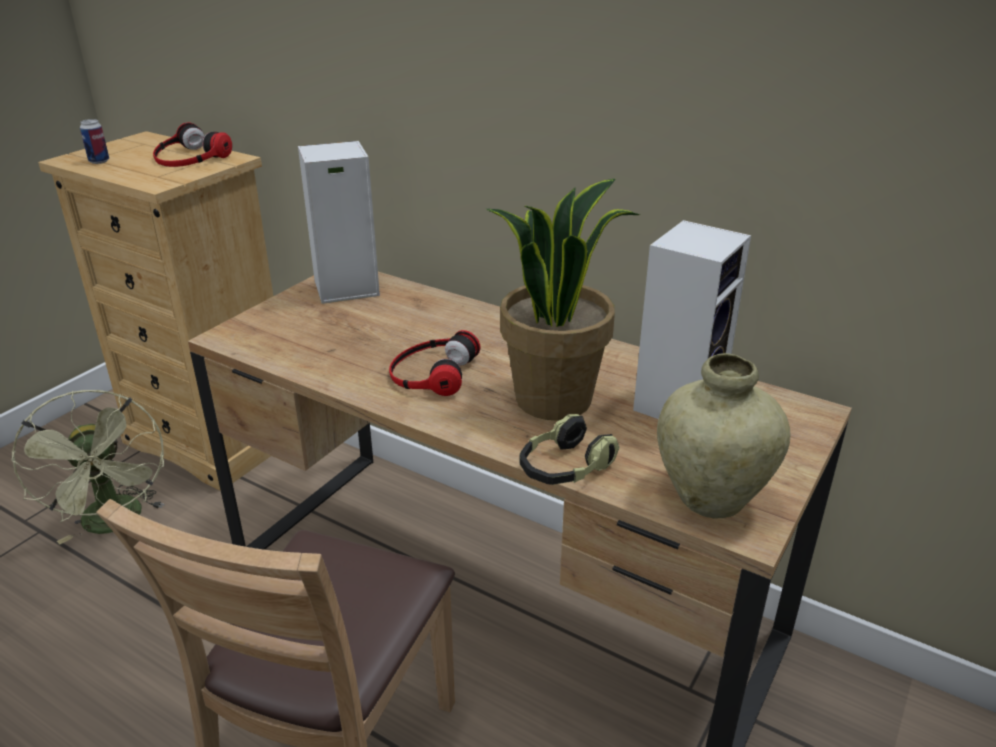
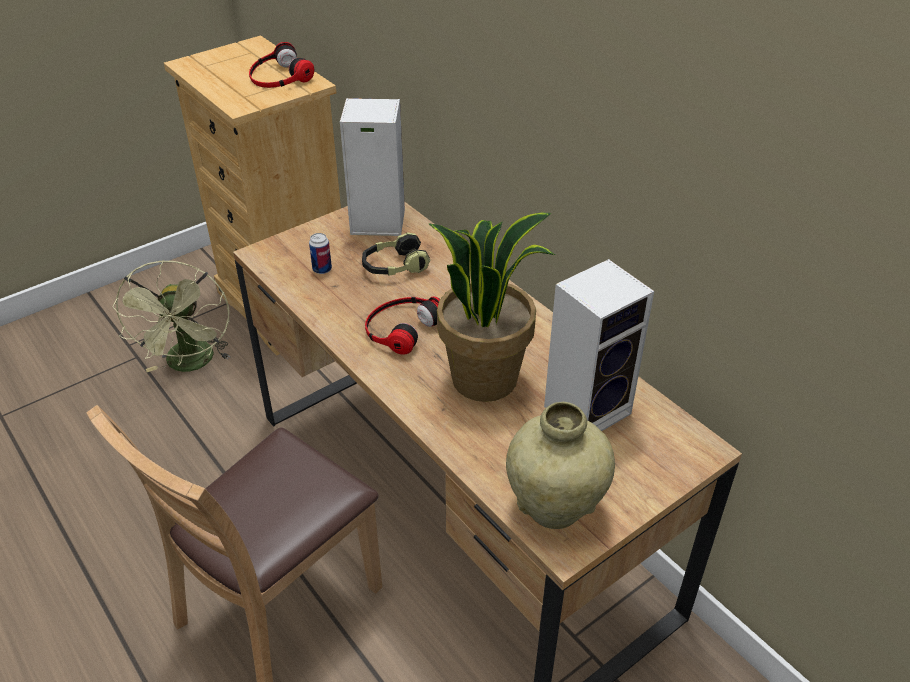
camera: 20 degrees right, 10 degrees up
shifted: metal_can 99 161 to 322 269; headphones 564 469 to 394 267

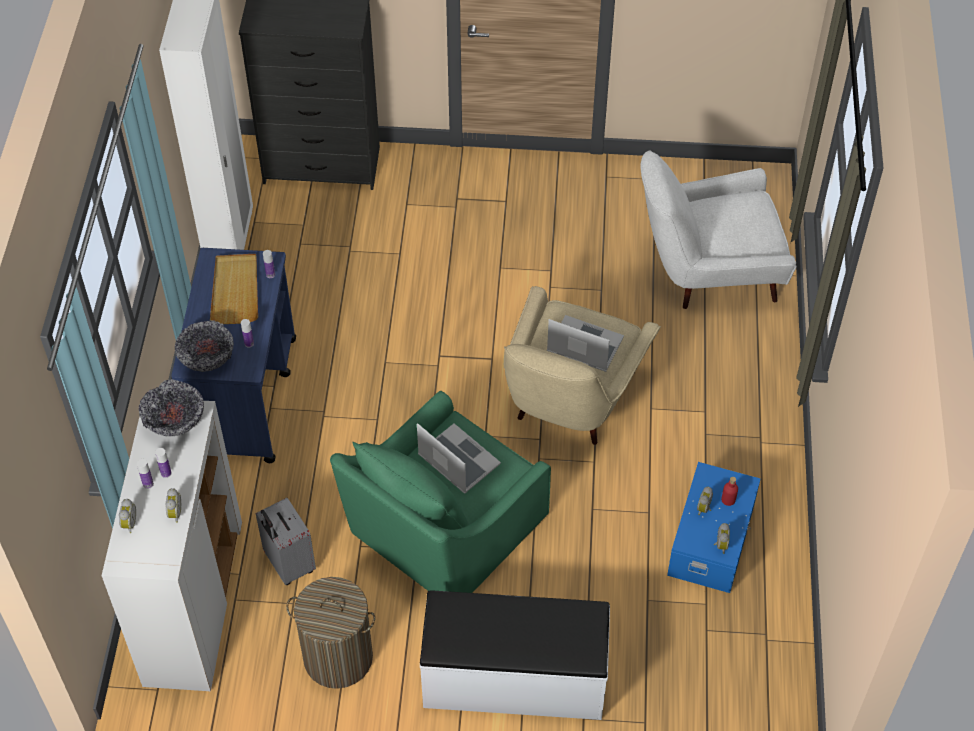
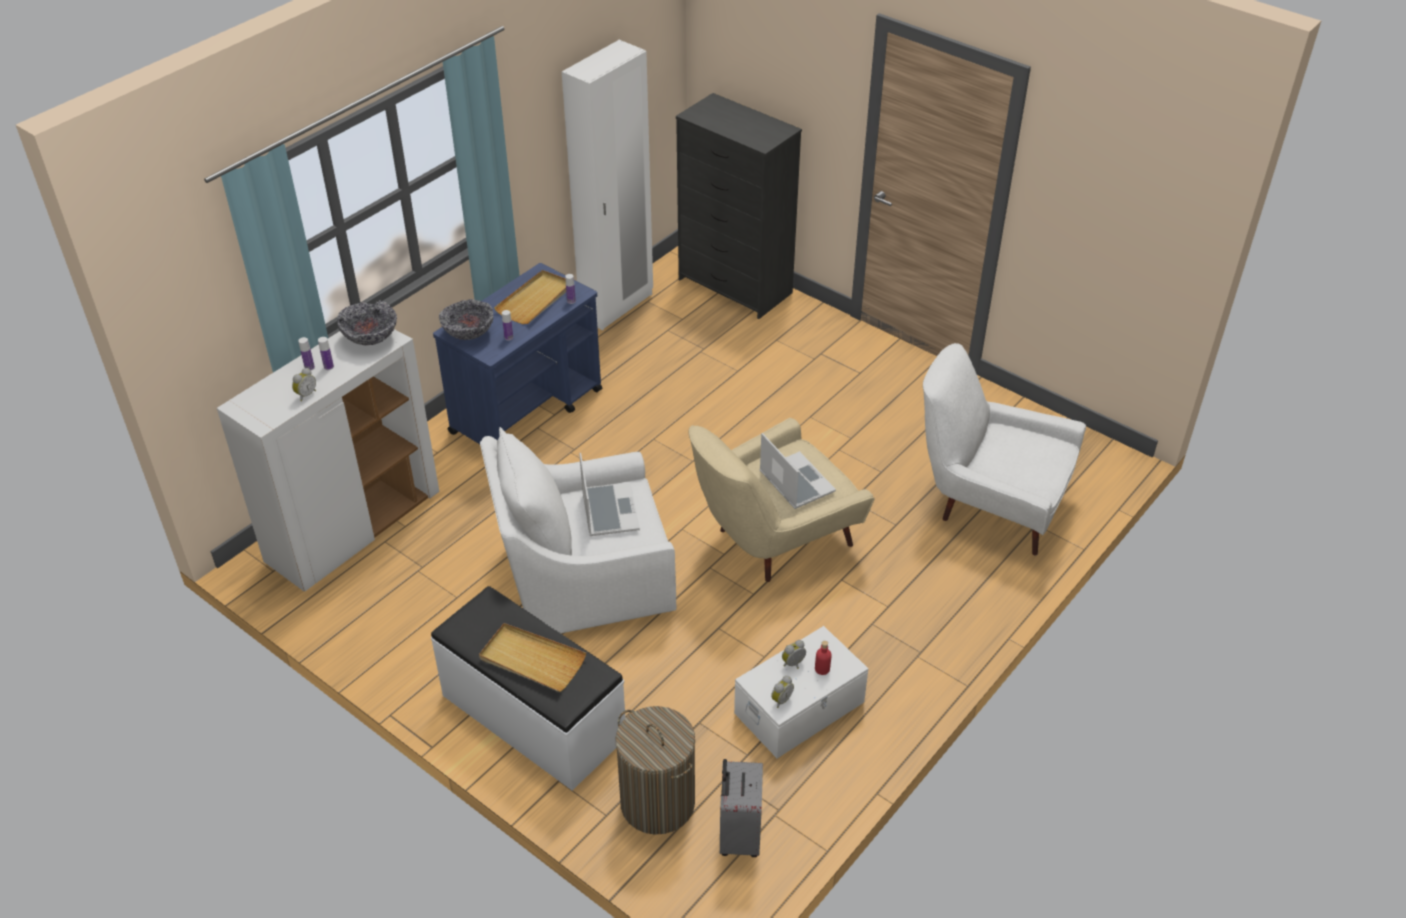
camera: 35 degrees right, 10 degrees down
gone: table_clock 128 523
new: sand-coloured_tray 532 660
shifted: laundry_basket 338 657 to 657 803; greyish_suitcase 288 564 to 738 836
repainted: green_armchair 442 530 to whitish_armchair 582 578; bluish_storage_box 712 540 to whitish_storage_box 800 708

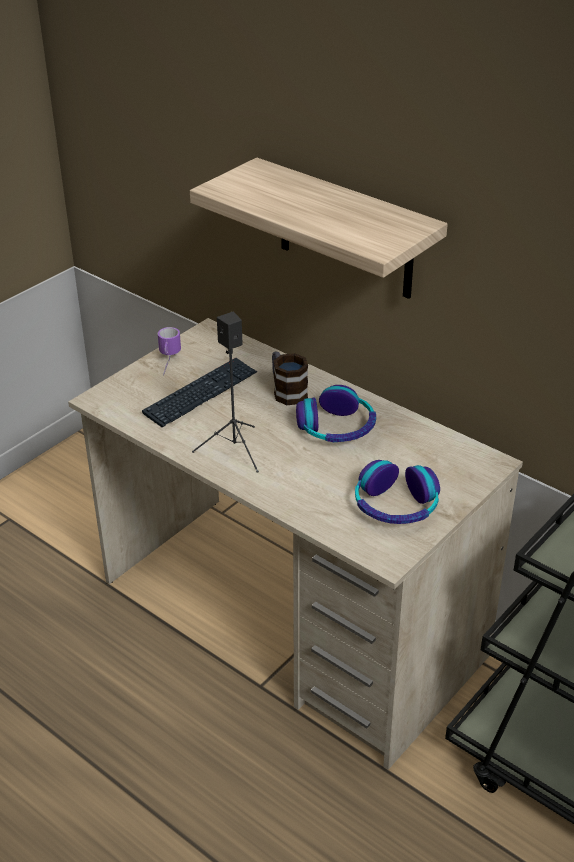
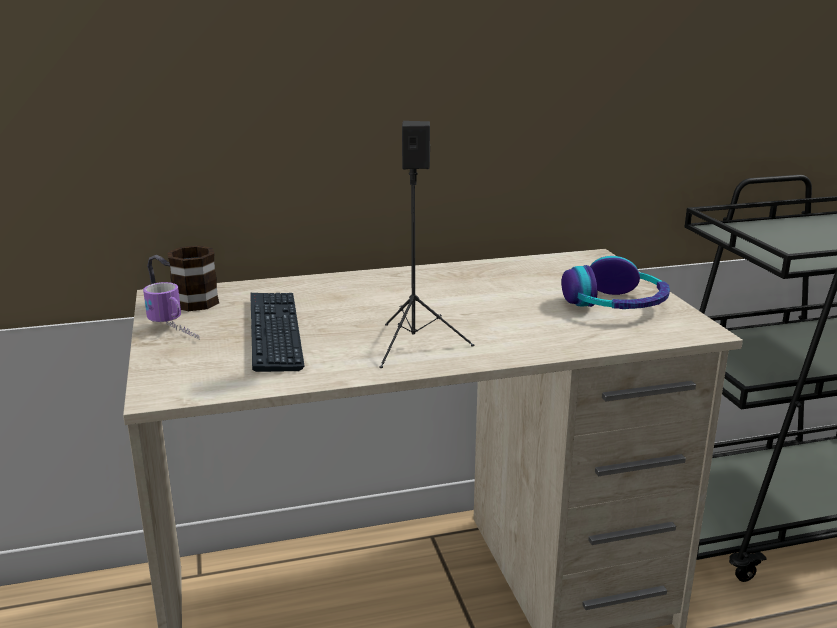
camera: 55 degrees left, 15 degrees down
gone: bracket_shelf 345 230; headphones 336 428
shifted: coffee_mug 286 391 to 185 302

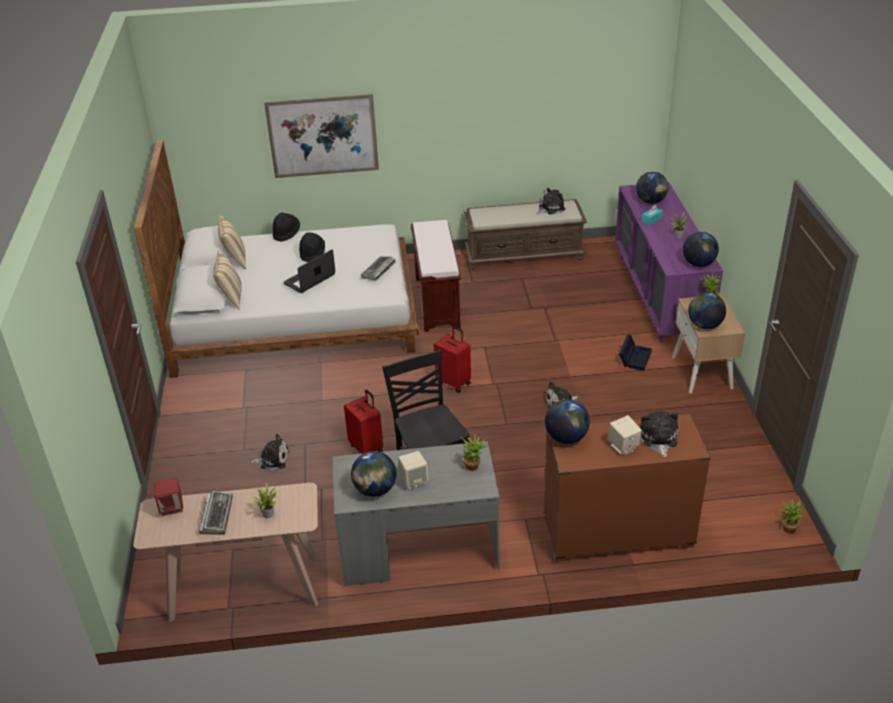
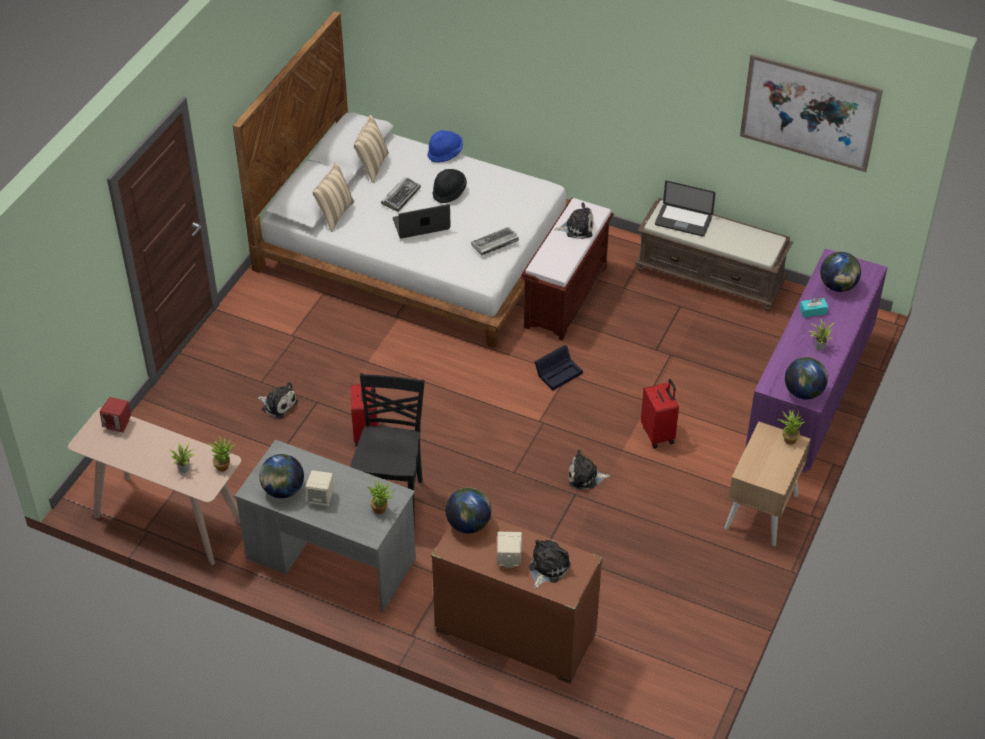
camera: 30 degrees right, 10 degrees up
gone: desk_globe 704 325
new: laptop 683 221
shifted: houseplant 788 527 to 224 465; PC_keyboard 216 515 to 401 196; black-coloured_storage_box 634 357 to 559 372; cuddly_toy 550 208 to 577 228; reddish_suitcase 454 382 to 658 434; wall_art 323 136 to 809 112
repainted: black-coloured_wearable_hat 286 234 to bluish_wearable_hat 445 153

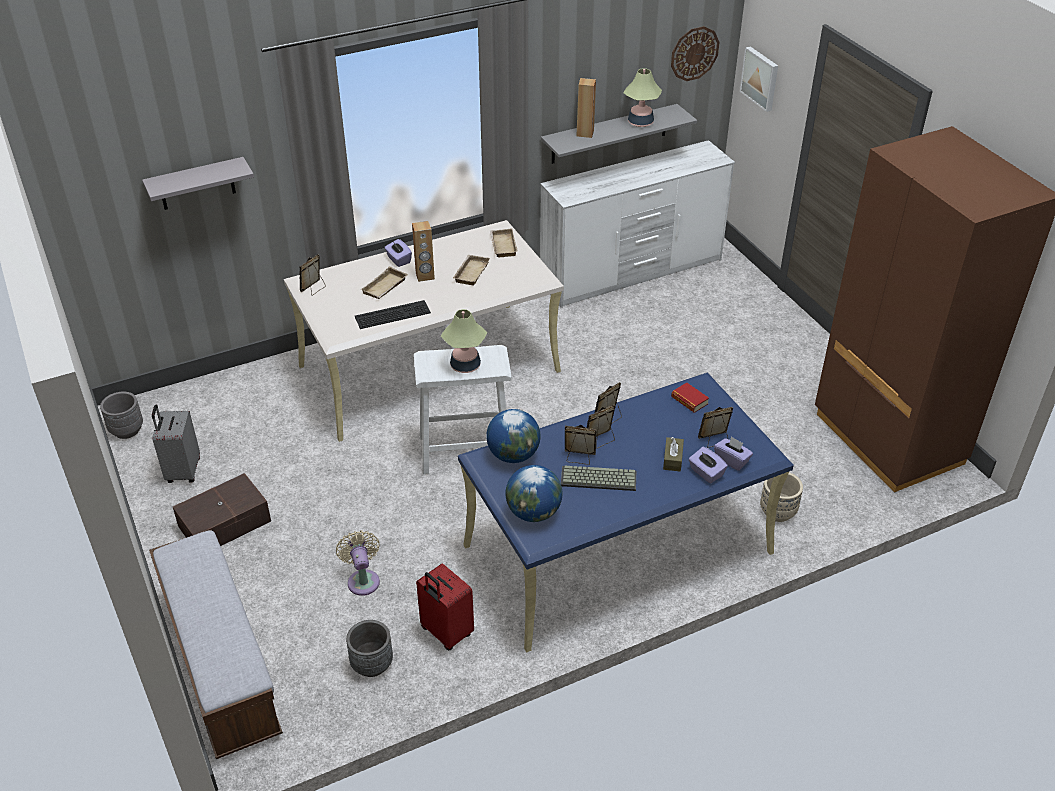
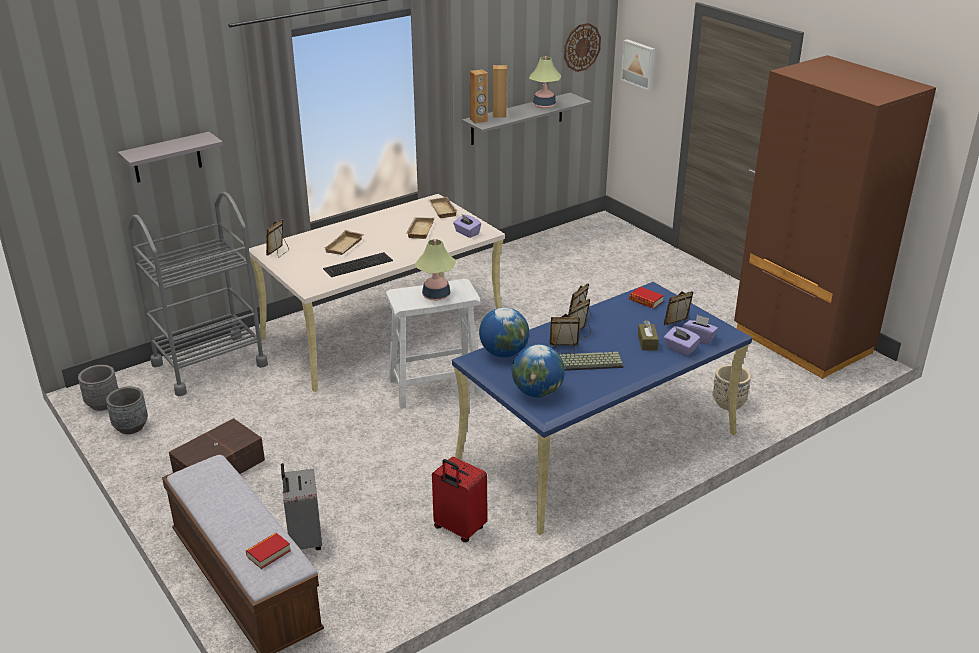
camera: 10 degrees left, 10 degrees down
gone: sand-coloured_fan 363 579; whitish_chest_of_drawers 632 272
new: greyish_cart 209 364; bound_book 268 553
shifted: greyish_plant_pot 372 664 to 131 427; greyish_suitcase 182 471 to 304 540; purple-coloured_box_of_tissues 398 260 to 467 233; brown_loudspeaker 425 276 to 479 120

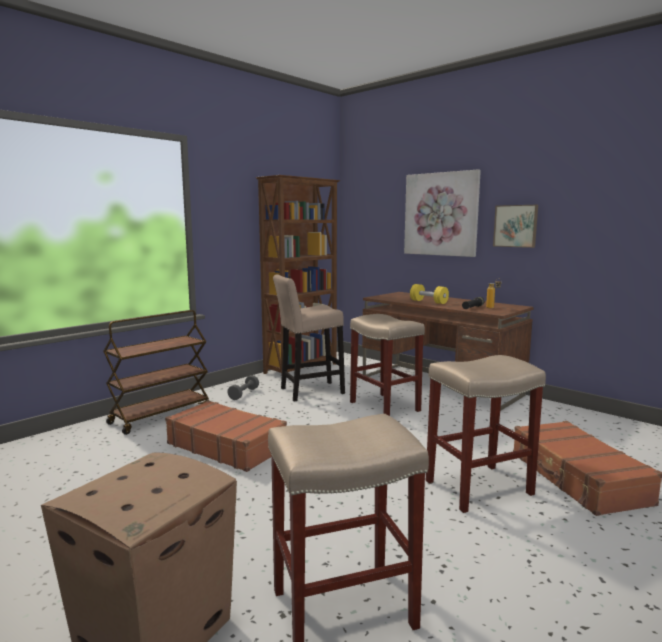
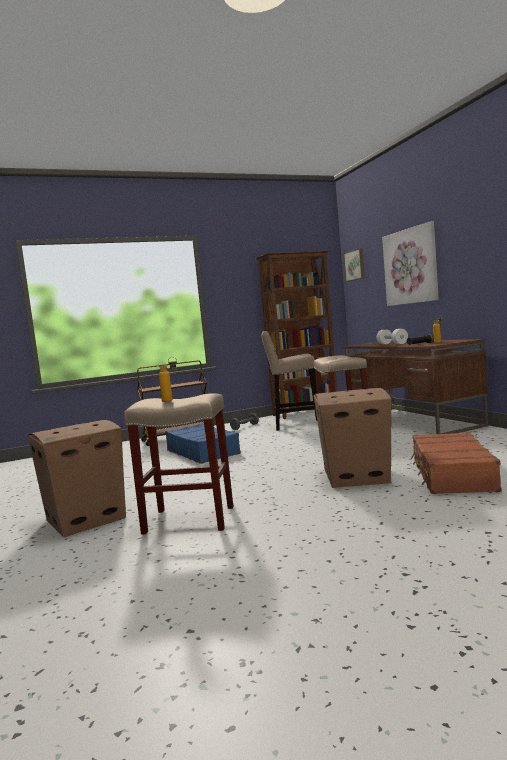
camera: 25 degrees right, 5 degrees down
new: bottle 171 400
shifted: wall_art 516 226 to 355 265
swapped: sand-coloured_sitting_stool 478 488 to cardboard_box 355 477
repainted: brown_suitcase 227 446 to bluish_suitcase 203 452; yellow_hand_weight 428 302 to whitish_hand_weight 392 344

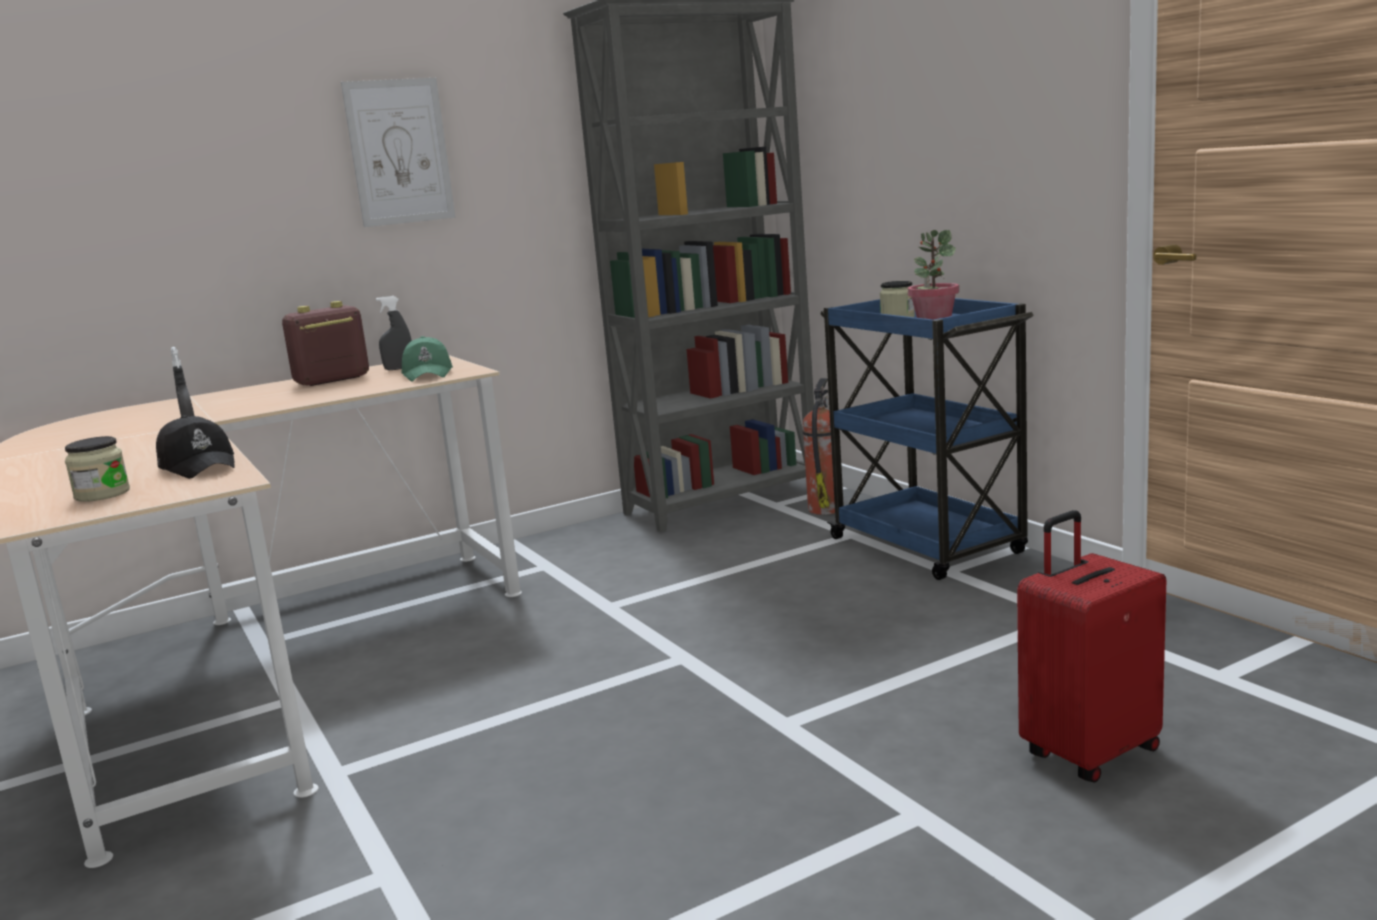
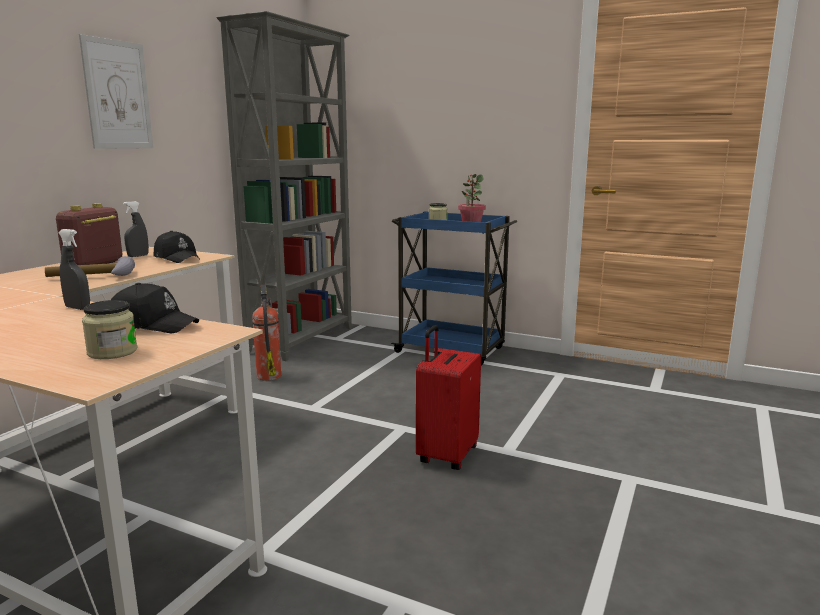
camera: 35 degrees left, 0 degrees up
new: hand_hammer 91 277
shifted: fire_extinguisher 825 508 to 269 375; reddish_suitcase 1088 752 to 446 455
repainted: green_cap 428 374 to black-coloured_cap 177 258

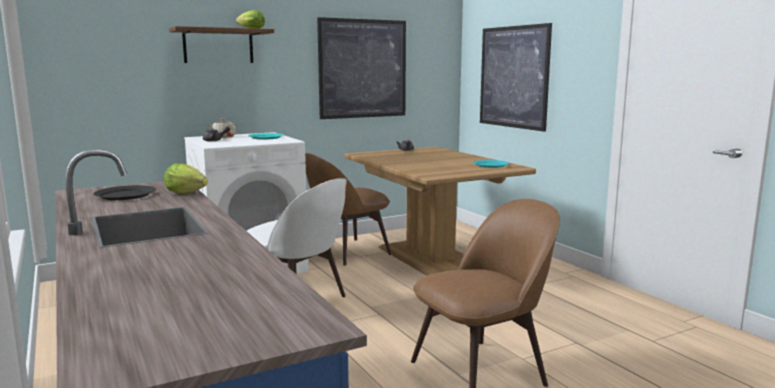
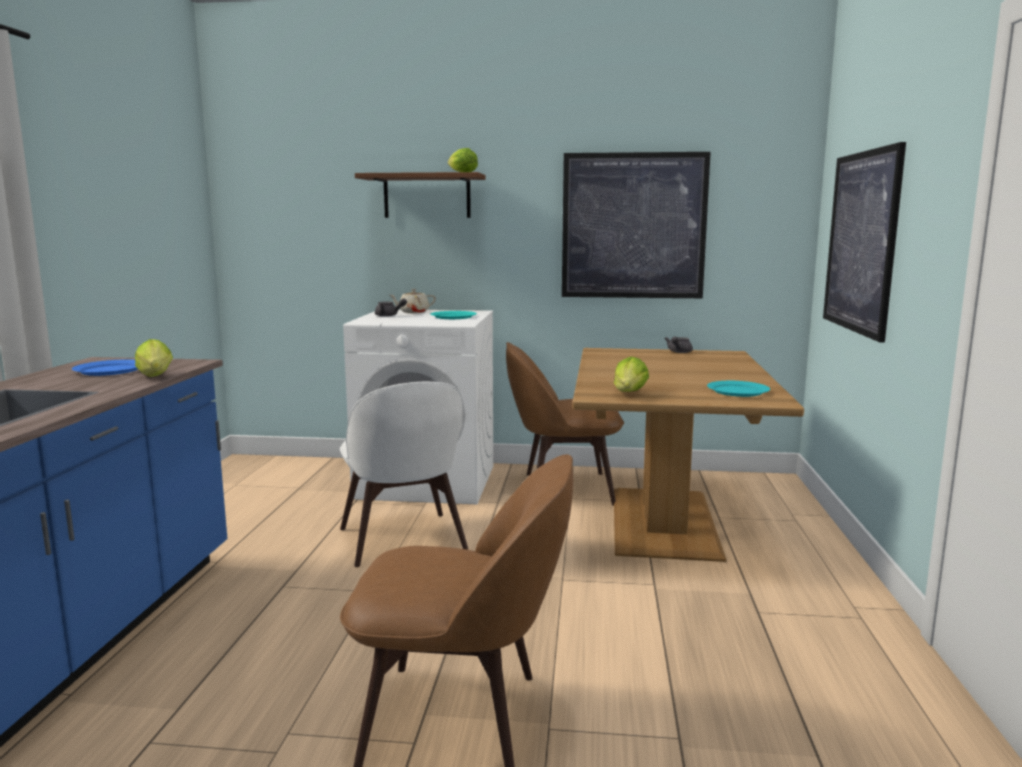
camera: 35 degrees right, 0 degrees up
new: lettuce 629 394
repainted: black-coloured_dinner_plate 126 195 to bluish_dinner_plate 111 370

